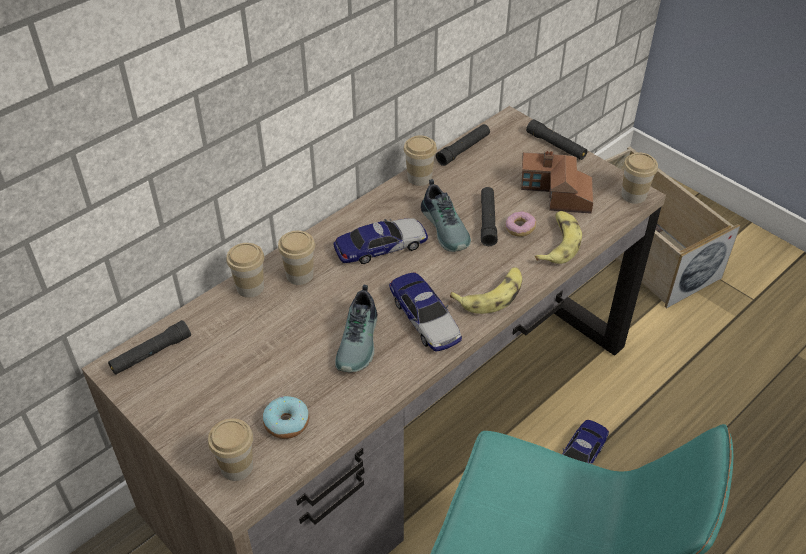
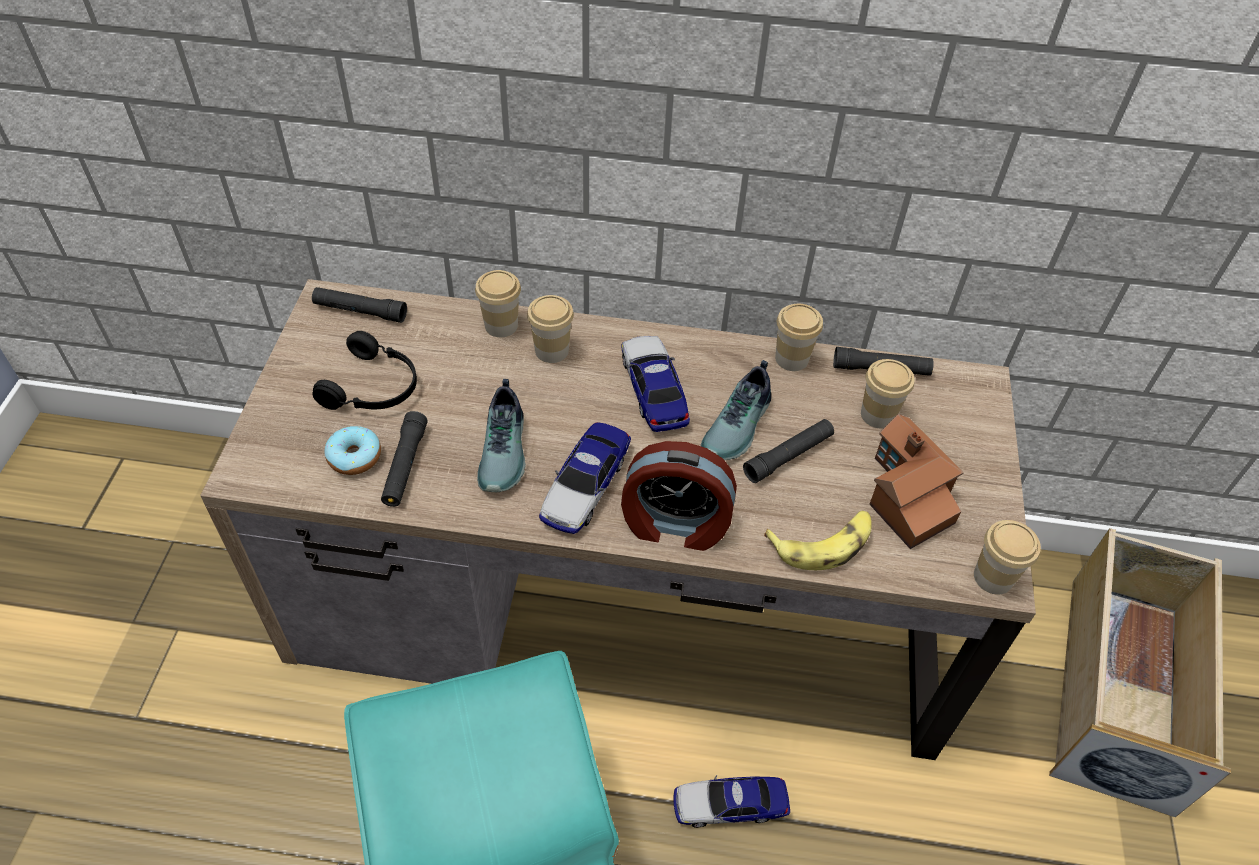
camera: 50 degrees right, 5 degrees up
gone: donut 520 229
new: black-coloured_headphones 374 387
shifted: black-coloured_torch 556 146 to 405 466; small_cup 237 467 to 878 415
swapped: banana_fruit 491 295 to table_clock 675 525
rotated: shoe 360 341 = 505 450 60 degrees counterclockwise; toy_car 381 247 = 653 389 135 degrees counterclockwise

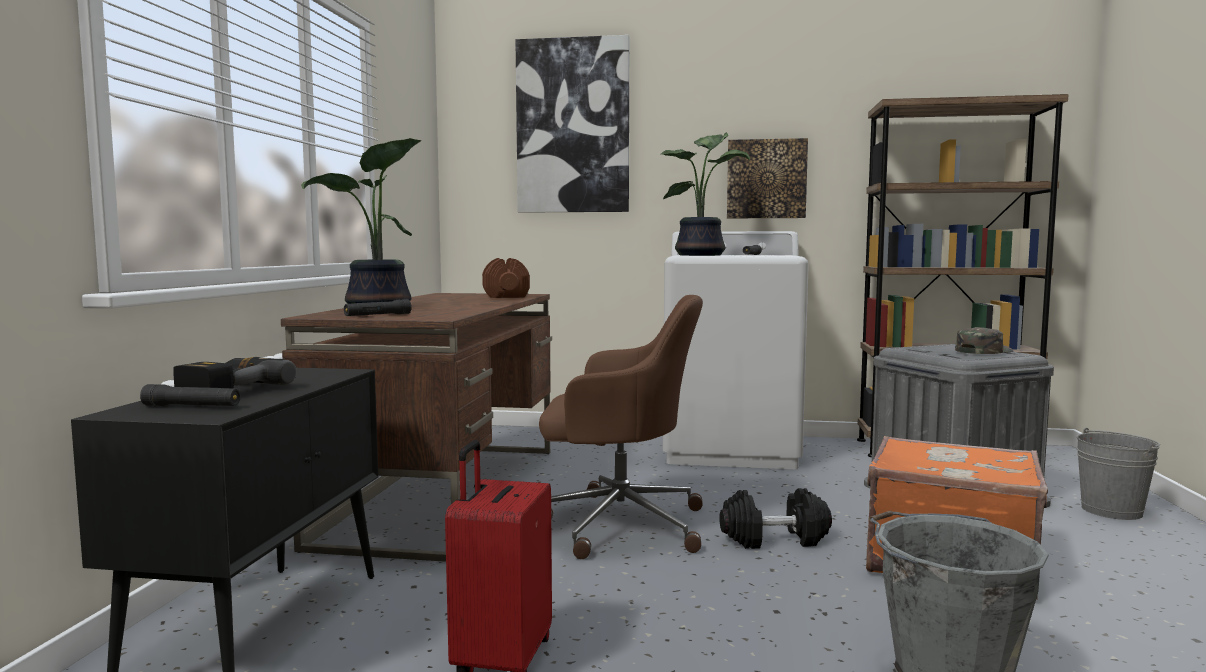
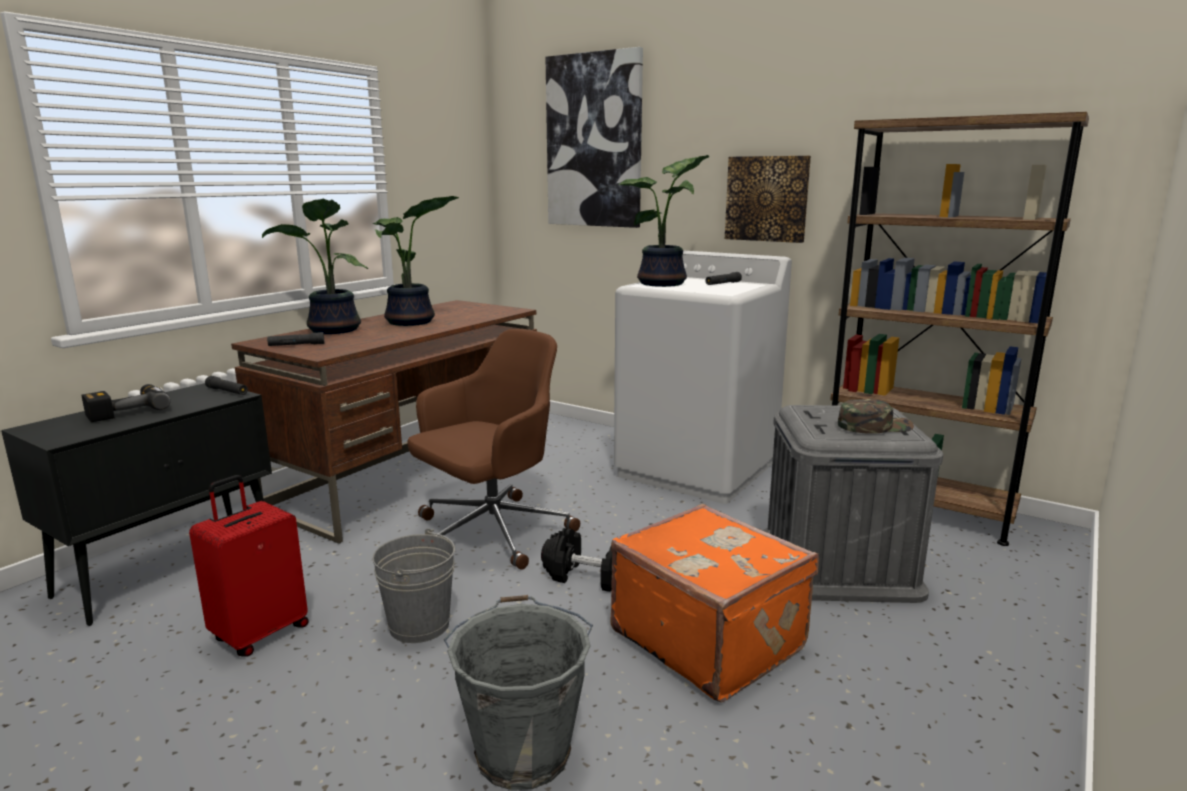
camera: 25 degrees right, 10 degrees up
gone: brown_hand_weight 505 296
new: houseplant 412 322
shifted: black-coloured_torch 192 406 to 227 391; greyish_water_bucket 1111 511 to 419 625
rotated: brown_computer_chair 618 524 = 491 532 75 degrees counterclockwise

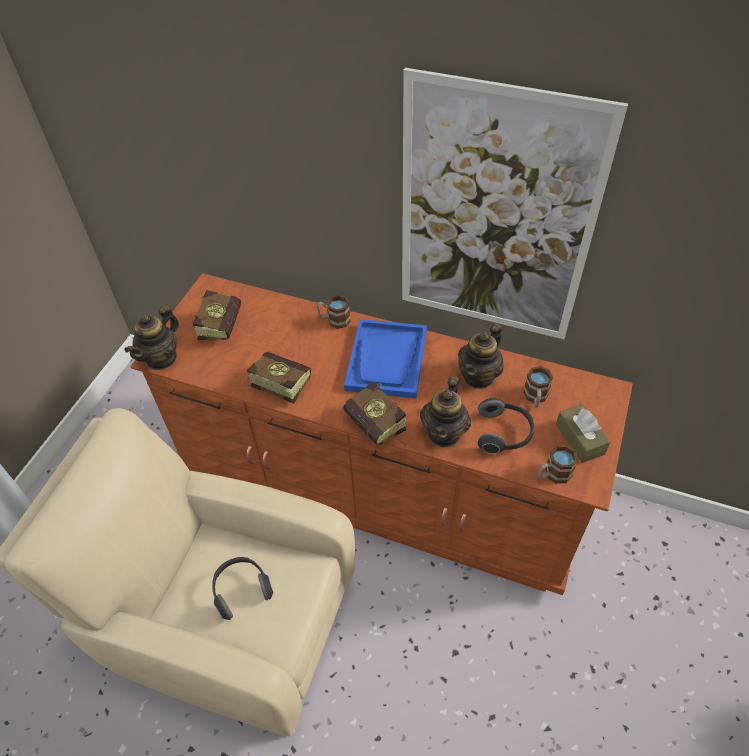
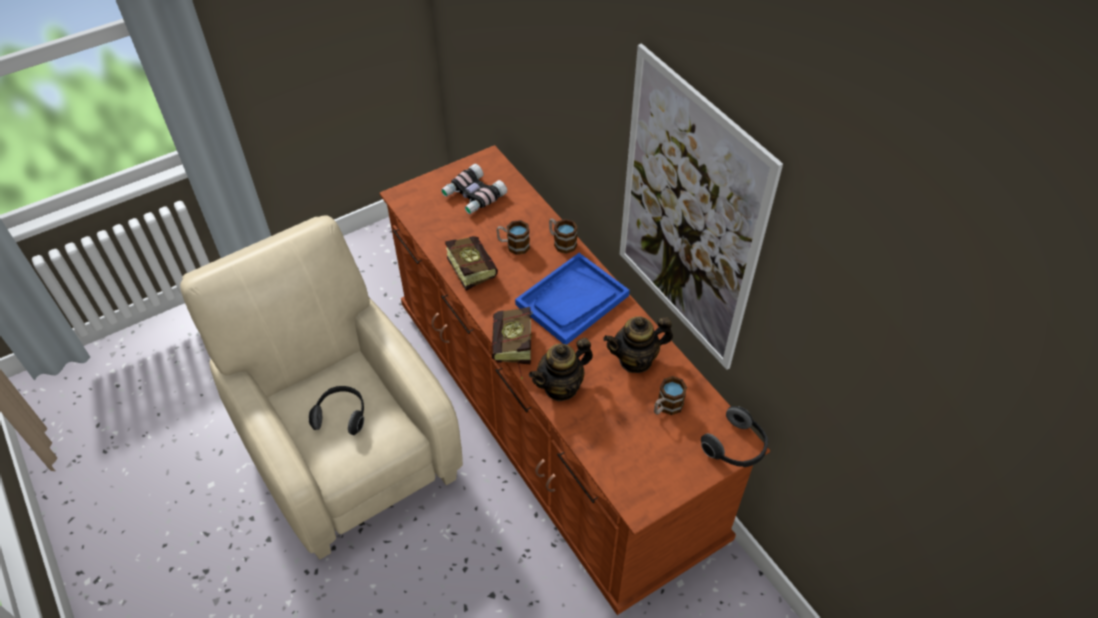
camera: 35 degrees right, 0 degrees up
gone: tea_pot 161 358; brown_box_of_tissues 580 439
shifted: coffee_mug 553 474 to 513 245; headphones 504 434 to 735 447
swapped: bound_book 222 323 to field_glasses 472 196

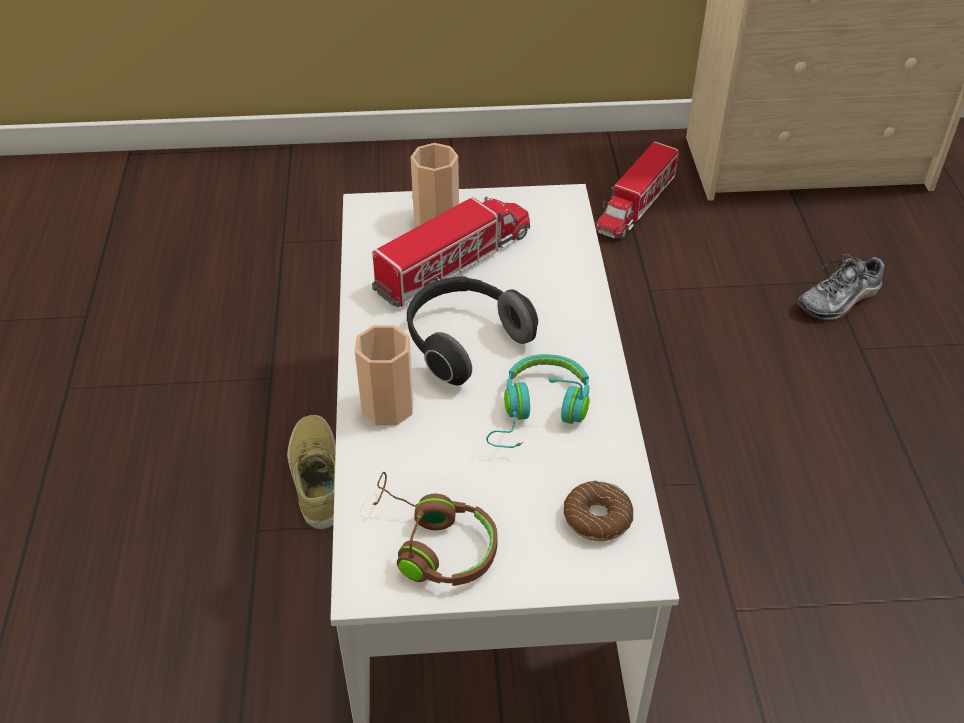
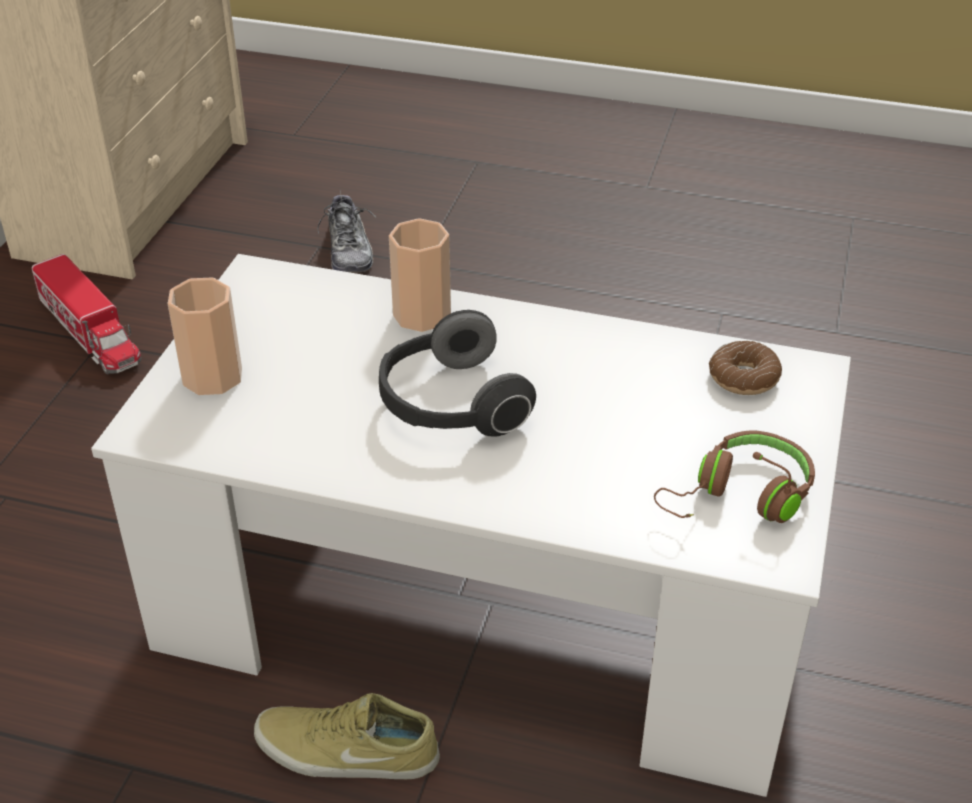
camera: 70 degrees left, 5 degrees down
gone: toy_lorry 454 262; turquoise-coloured_headphones 539 412
shifted: small_cup 387 407 to 422 315

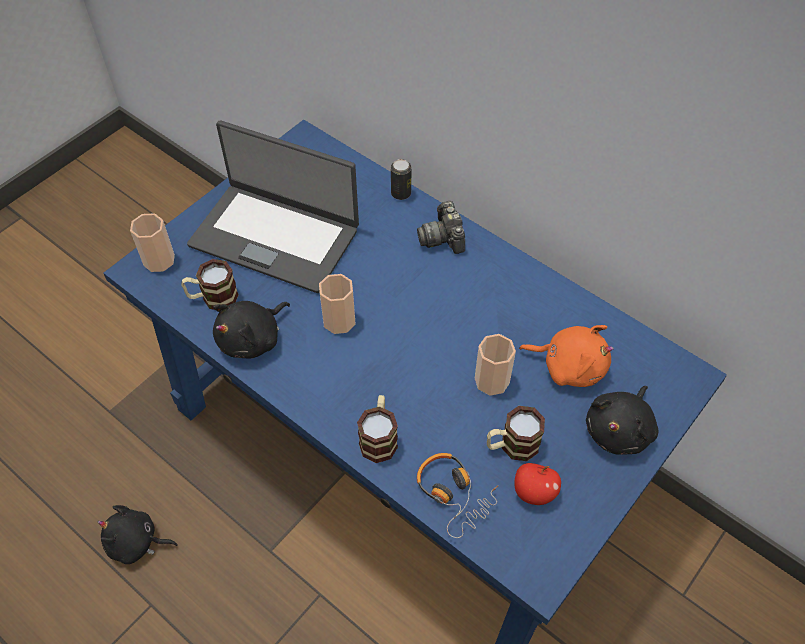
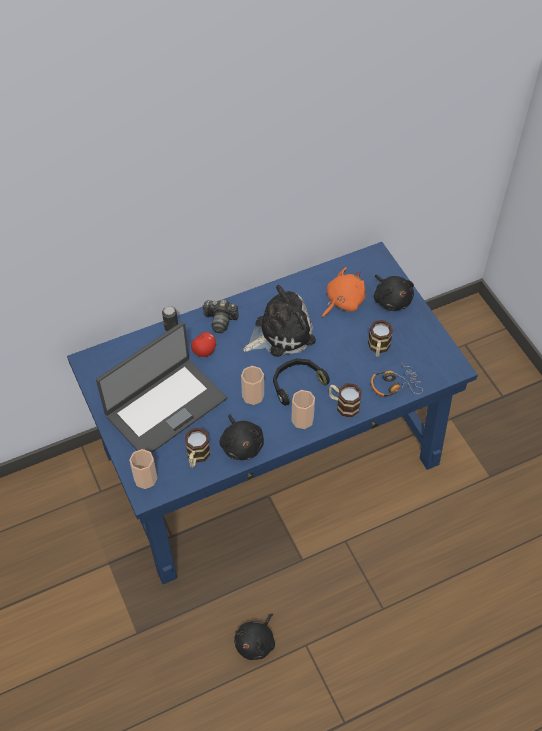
camera: 65 degrees left, 0 degrees up
new: cuddly_toy 280 333; black-coloured_headphones 296 383
shifted: apple 534 492 to 204 351; small_cup 492 380 to 302 419

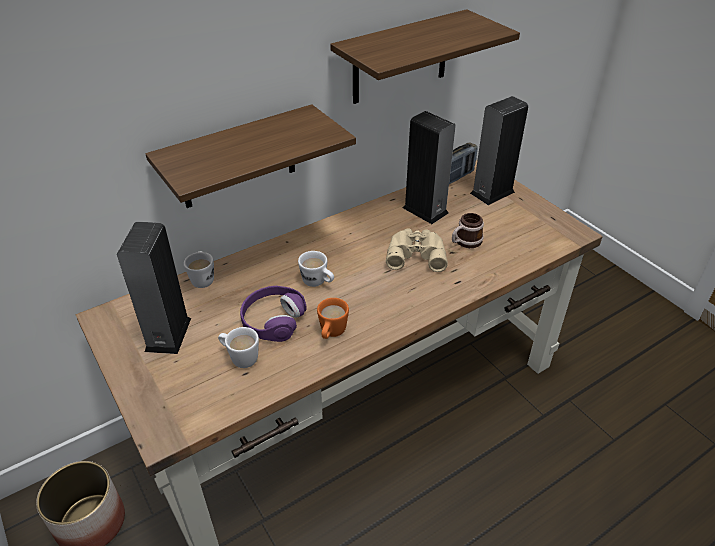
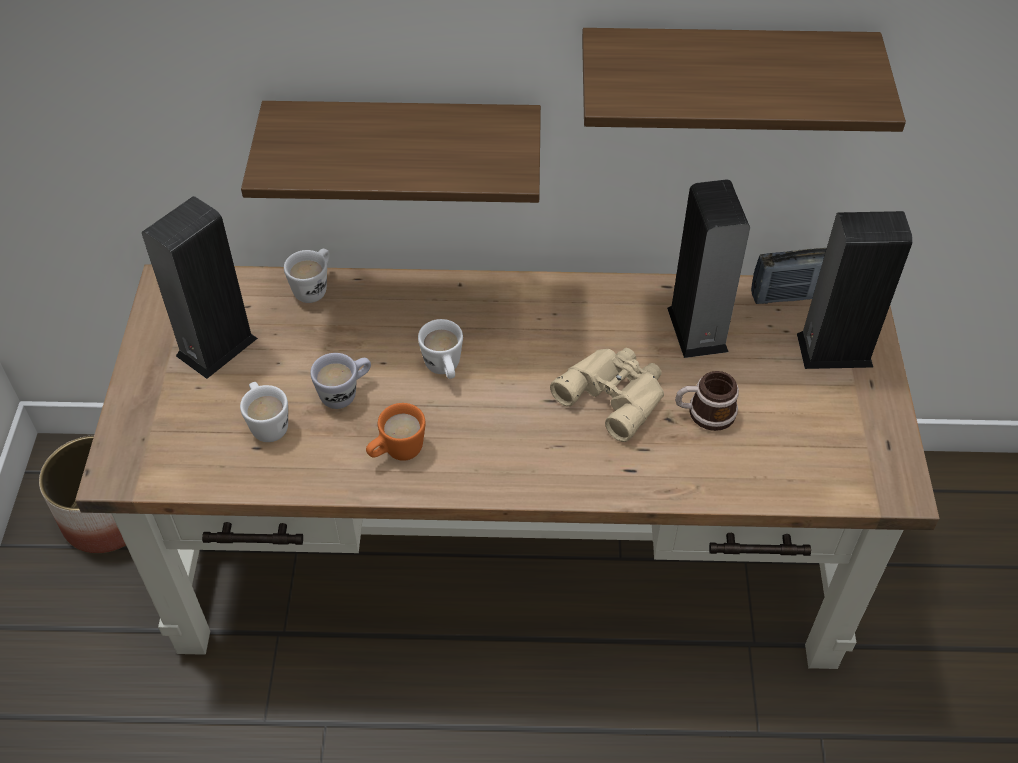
camera: 35 degrees right, 10 degrees up
swapped: purple-coloured_headphones 273 320 to whitish_coffee_mug 345 393

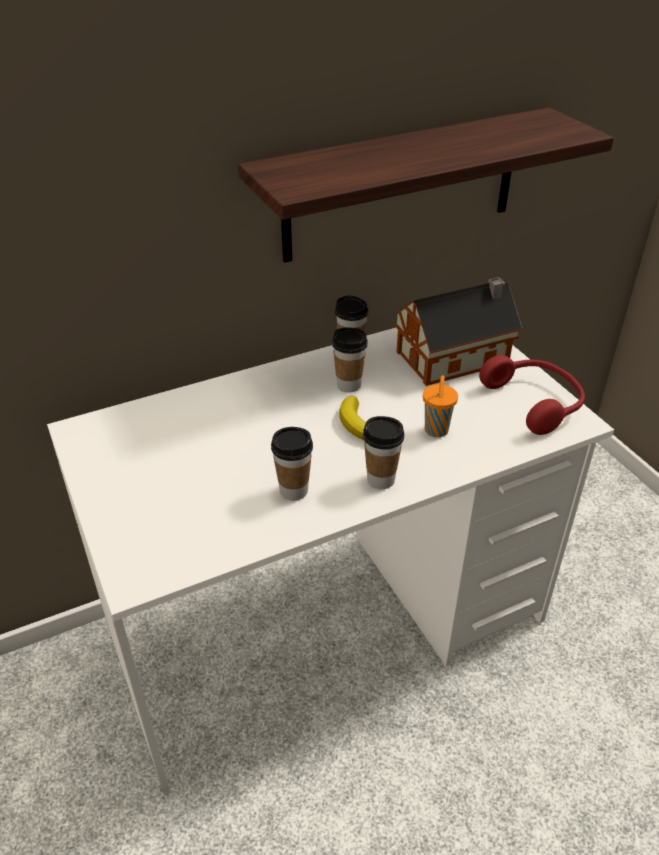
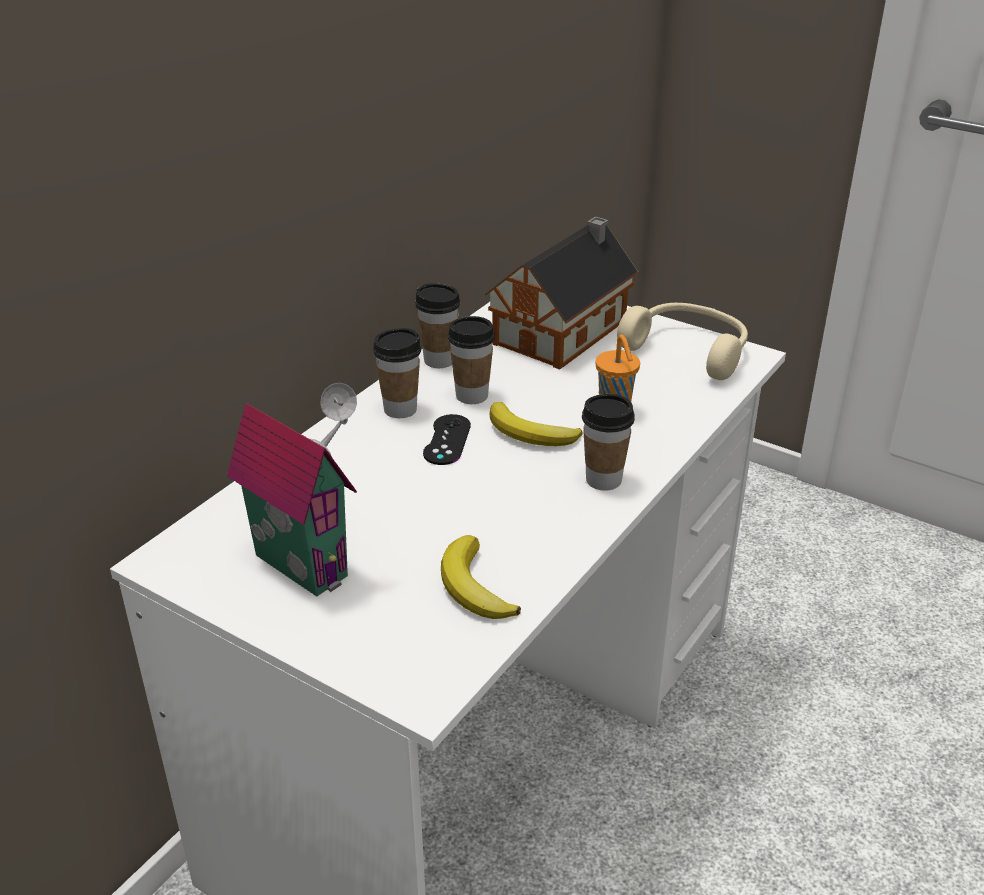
camera: 30 degrees left, 5 degrees down
gone: bracket_shelf 402 185
new: miniature_house 307 562; black-coloured_gamepad 447 440; banana_fruit 474 587
shifted: small_cup 293 490 to 400 409
repainted: reddish_headphones 535 402 to sand-coloured_headphones 688 350

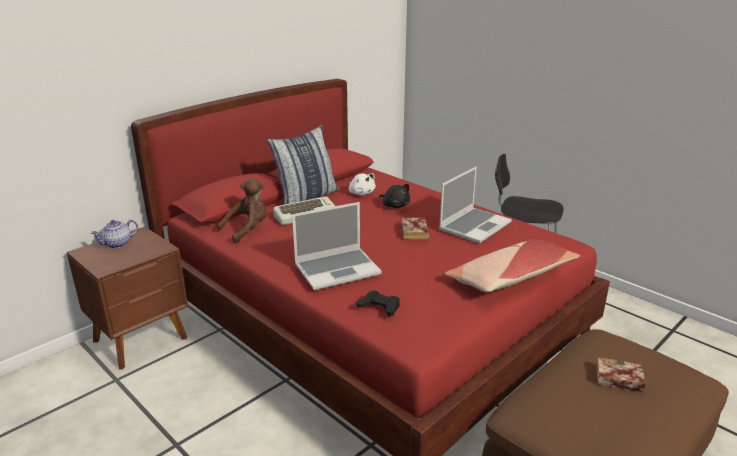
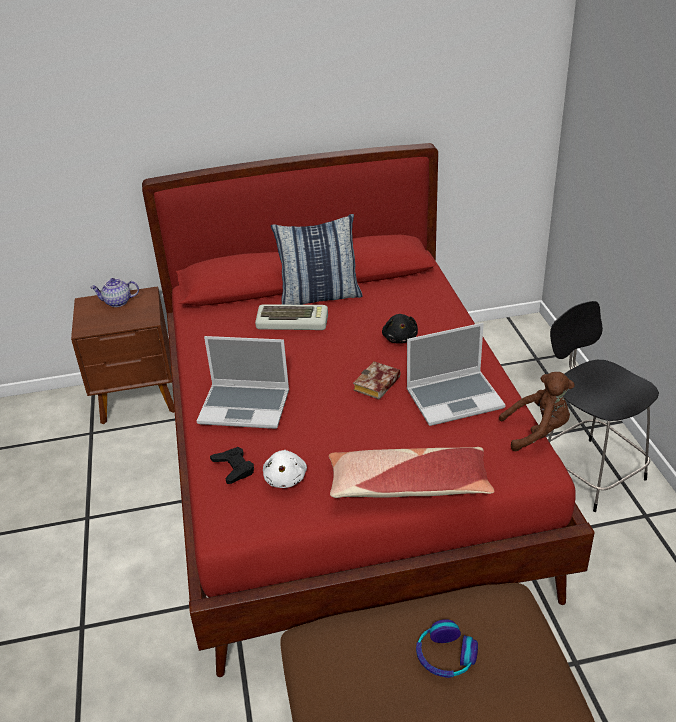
camera: 35 degrees right, 10 degrees up
shifted: whitish_cuddly_toy 361 193 to 286 478; brown_cuddly_toy 247 230 to 537 432
swapped: bound_book 617 379 to headphones 445 656

